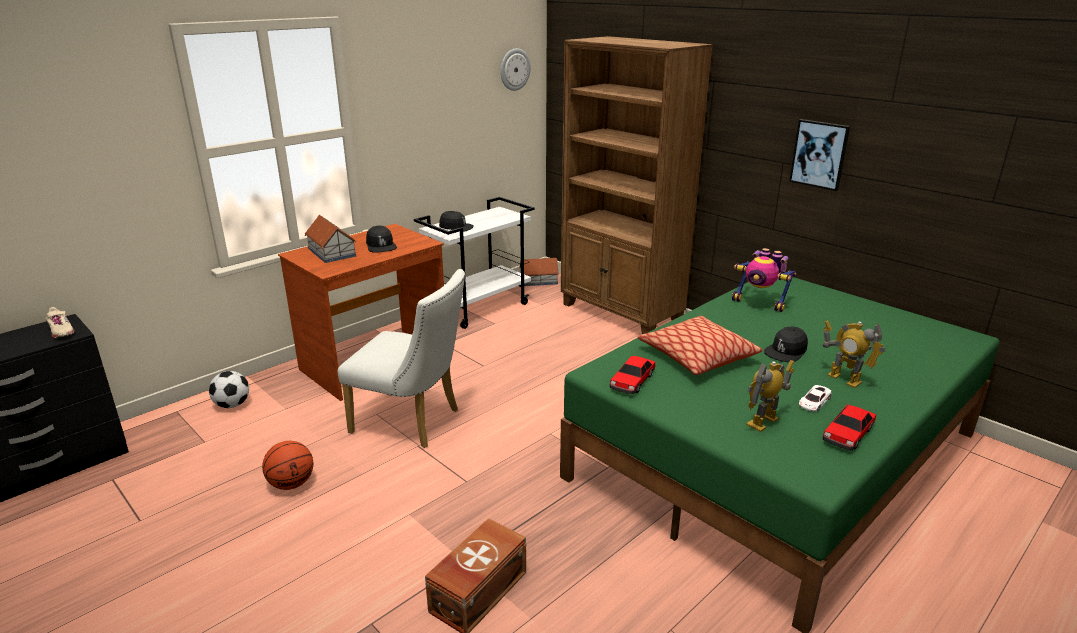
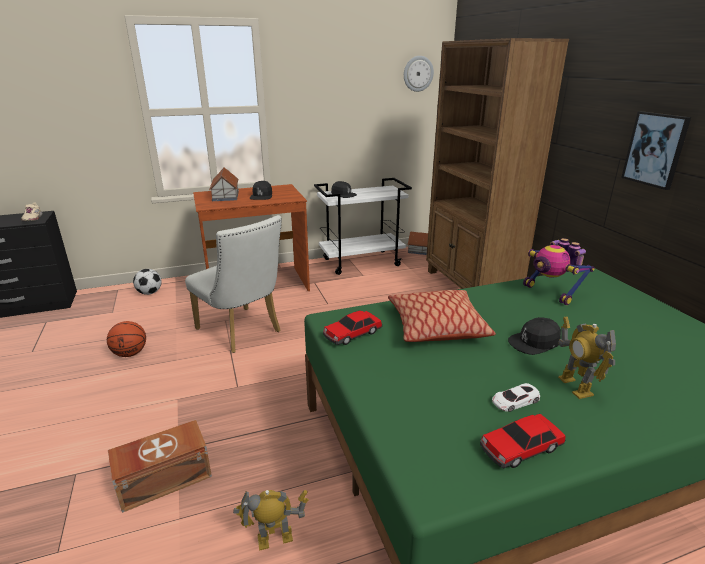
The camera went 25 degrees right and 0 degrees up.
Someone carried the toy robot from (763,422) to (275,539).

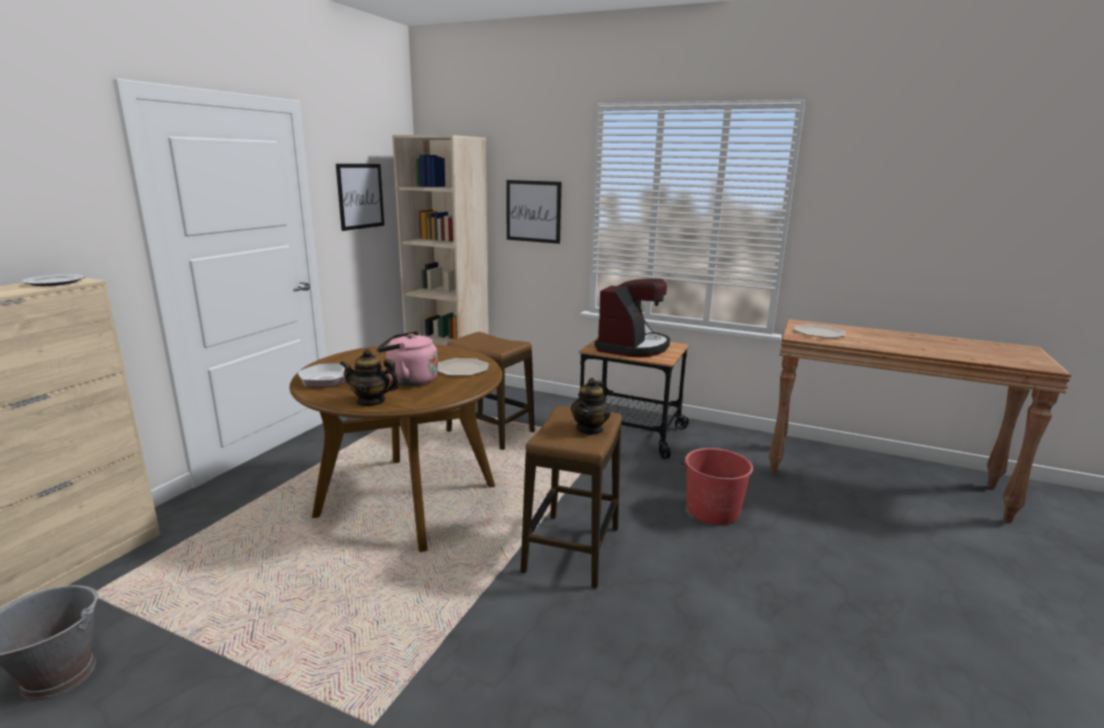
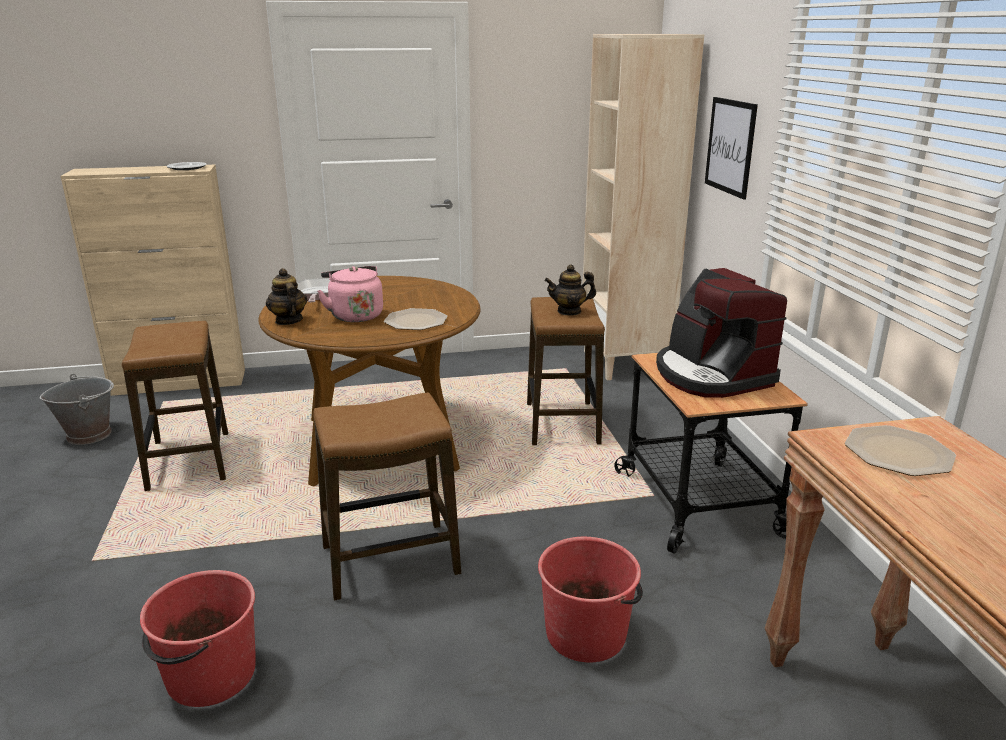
The camera went 55 degrees right and 5 degrees up.
Someone took away the picture at (360,196).
Someone carried the teapot from (590,429) to (569,311).
Someone rotated the coffee machine at (633,347) by 75 degrees clockwise.
Someone put down the stool at (189,460).
Someone put down the bucket/red at (210,675).

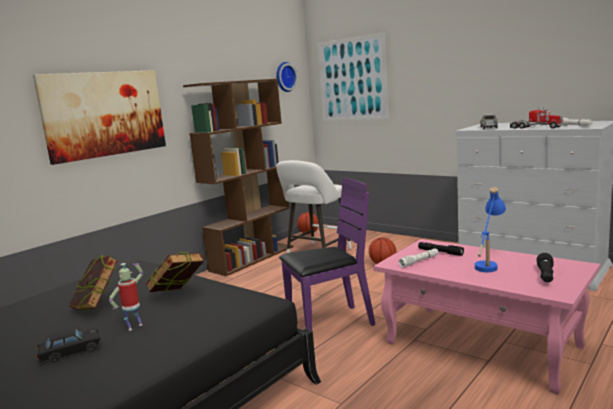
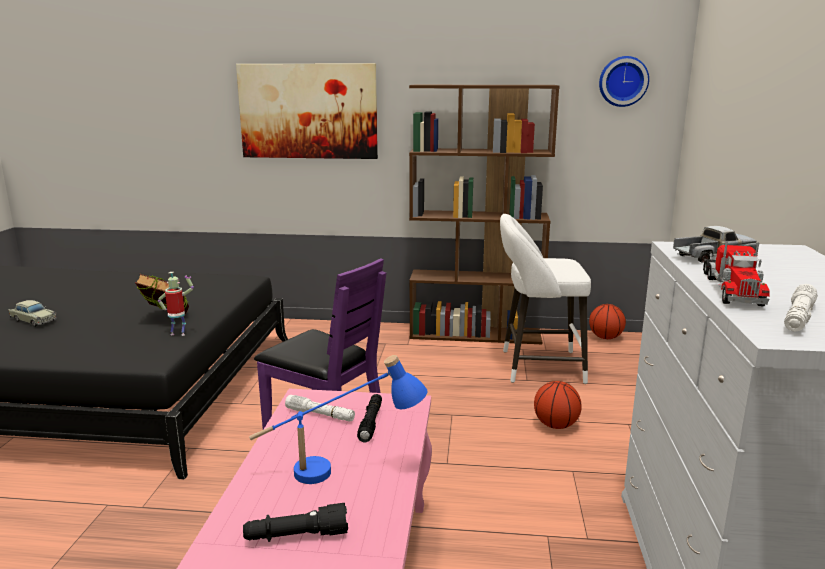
The camera went 55 degrees right and 5 degrees up.
Someone repainted the toy car/black at (70,352), which became the toy car/beige at (33,320).
Someone took away the book at (98,306).
Someone carried the toy robot from (134,326) to (179,334).
Someone took away the picture at (352,79).

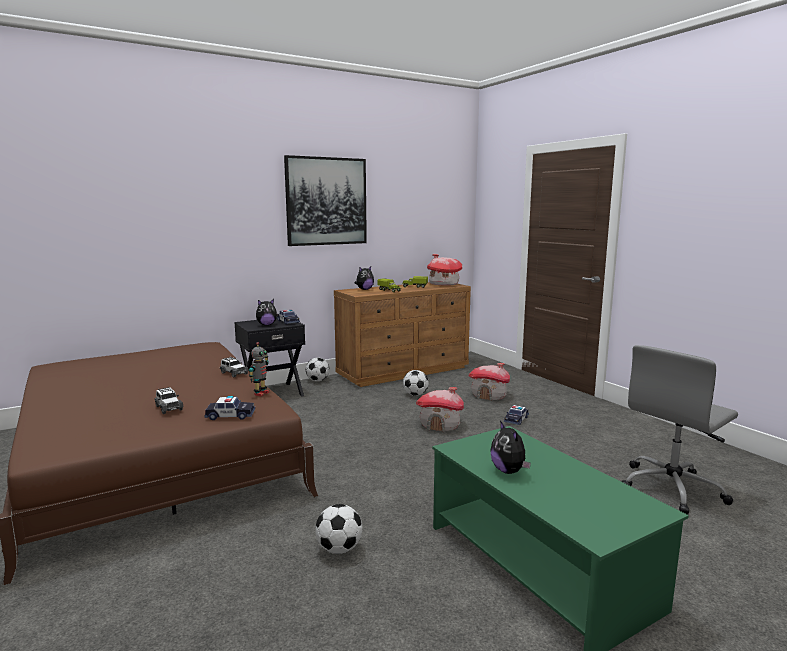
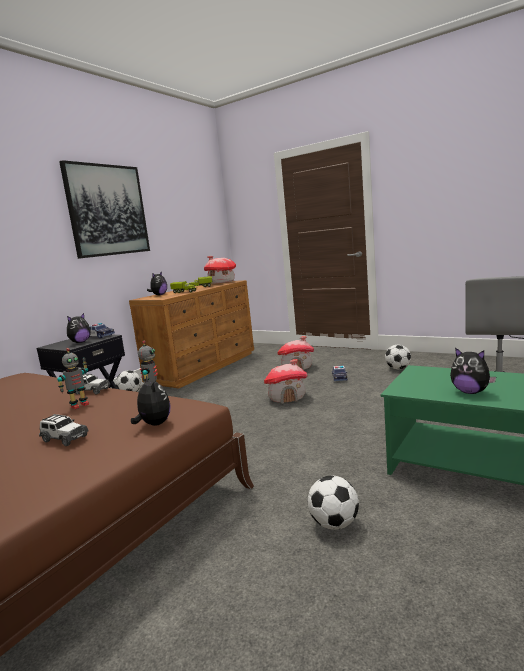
The camera went 25 degrees left and 0 degrees up.
Someone swapped the toy car at (230,415) for the plush toy at (154,424).
Someone carried the football from (415,395) to (398,368).
Someone put down the toy robot at (79,405).

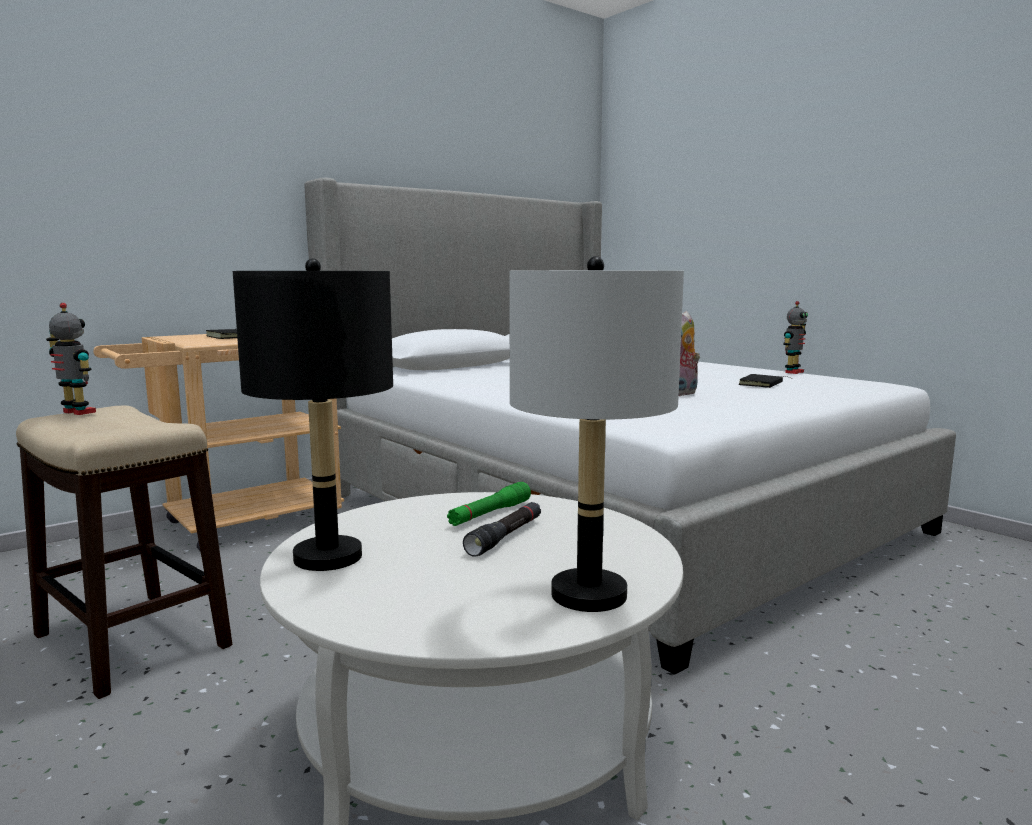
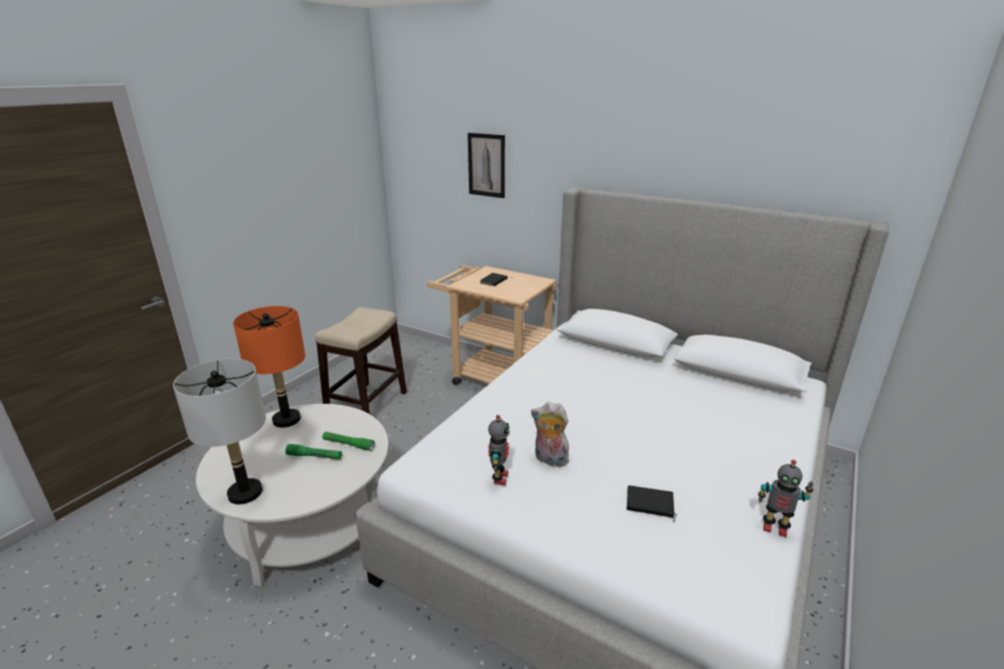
The camera went 70 degrees right and 15 degrees up.
Someone carried the toy robot from (76,412) to (499,478).
Someone repainted the table lamp/black at (327,558), which became the table lamp/orange at (286,419).
Someone repainted the flashlight/black at (505,537), which became the flashlight/green at (315,456).
Someone put up the picture at (486,165).

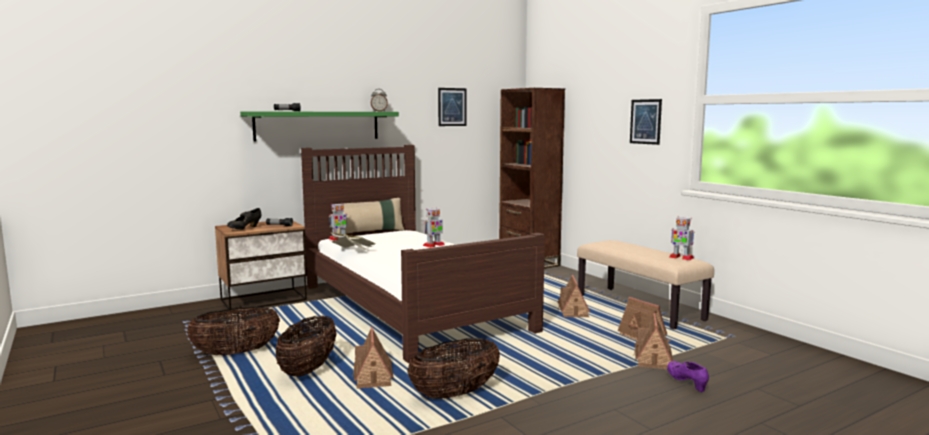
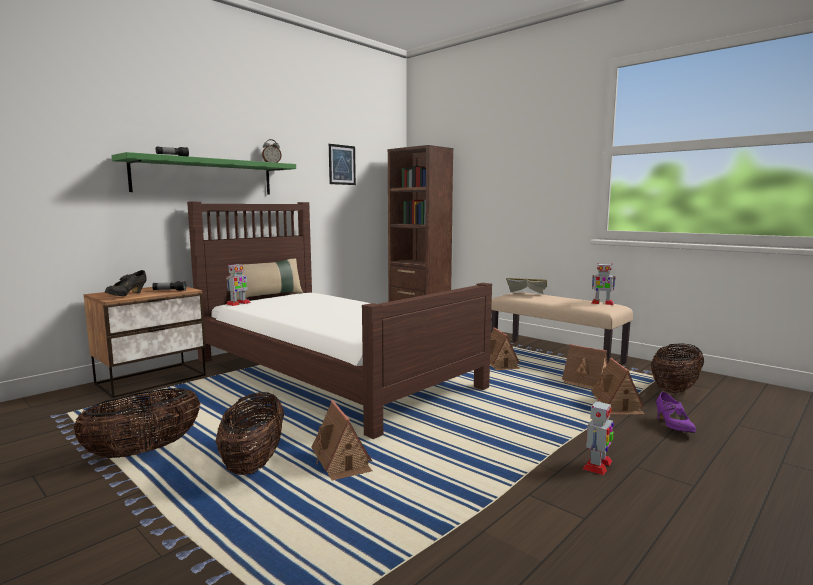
The camera went 15 degrees left and 0 degrees up.
Someone carried the book from (352,251) to (526,294).
Someone carried the basket from (455,394) to (675,389).
Someone carried the toy robot from (433,245) to (597,465).
Someone took away the picture at (645,121).
Someone rotated the shoe/purple at (687,383) by 150 degrees counterclockwise.

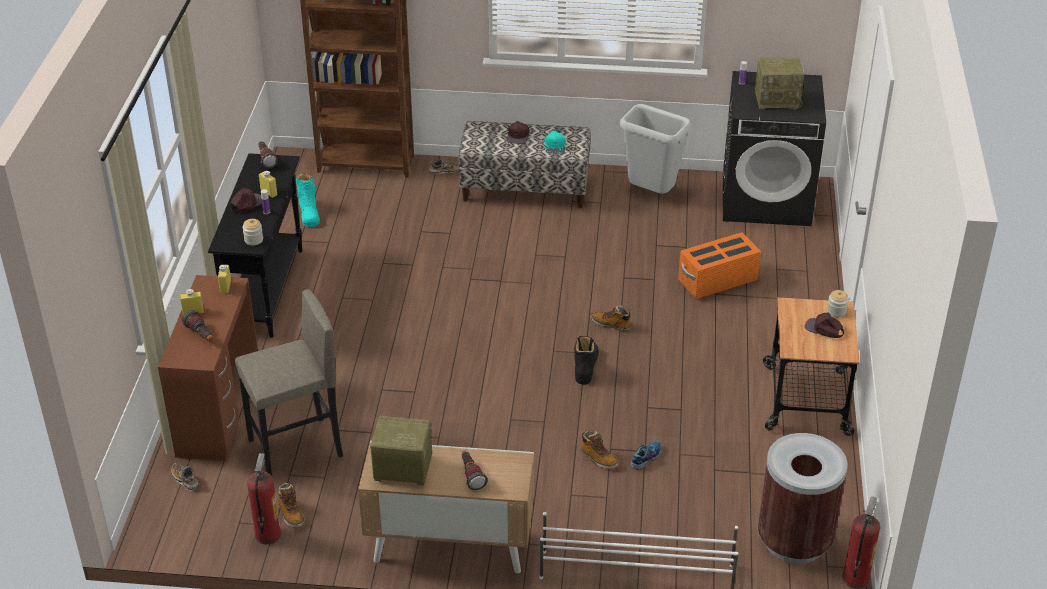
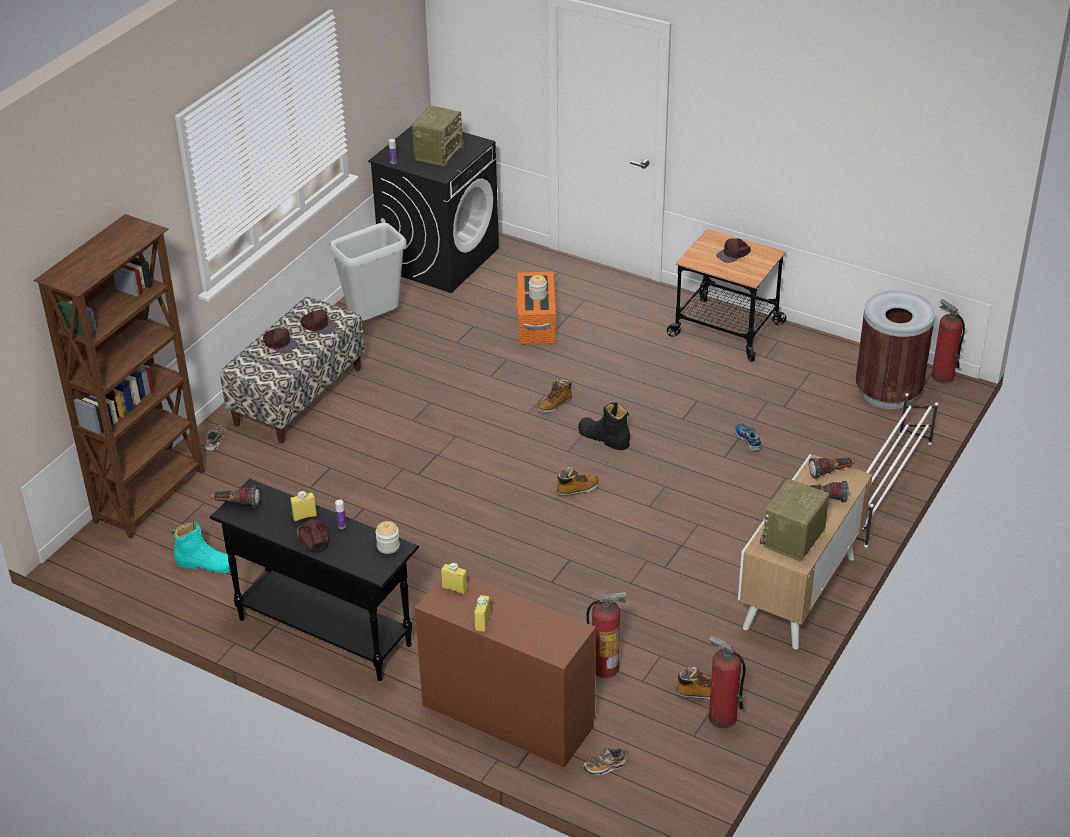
The camera went 65 degrees left and 0 degrees up.
Someone carried the flashlight from (201,335) to (831,473).
Someone swapped the stool/grey at (296,448) for the fire extinguisher at (605,667).
Someone repainted the cap/turquoise at (555,145), which became the cap/brown at (318,325).
Someone carried the boot from (598,458) to (577,489).
Someone carried the jar from (836,311) to (537,295).

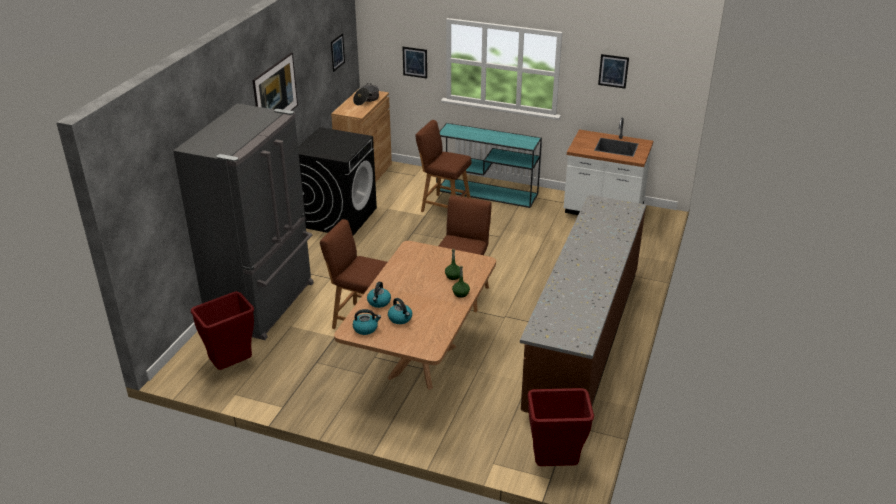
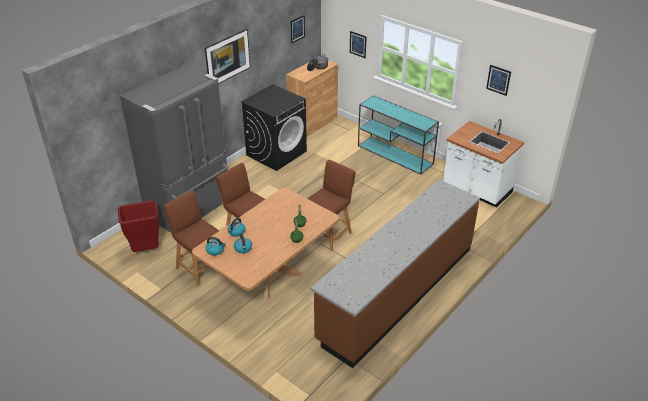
The camera went 20 degrees right and 5 degrees up.
Someone carried the stool/brown from (443,206) to (199,267).
Someone took away the trash can/red at (554,466).

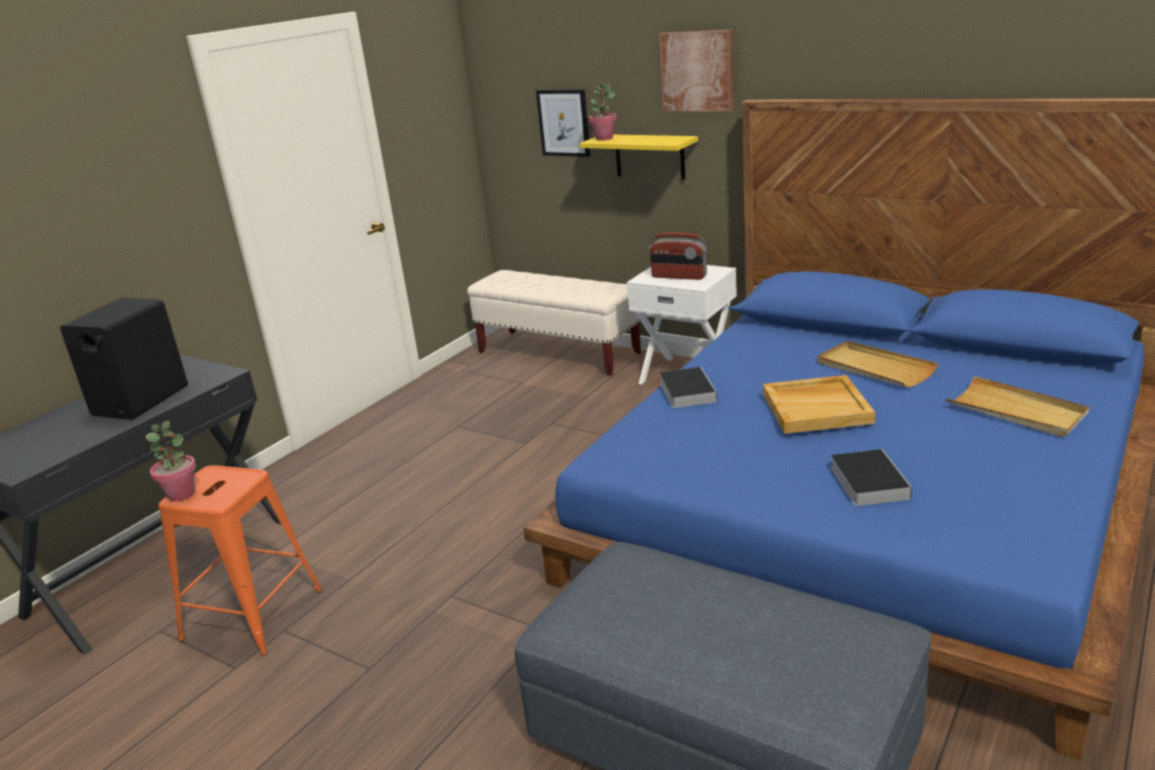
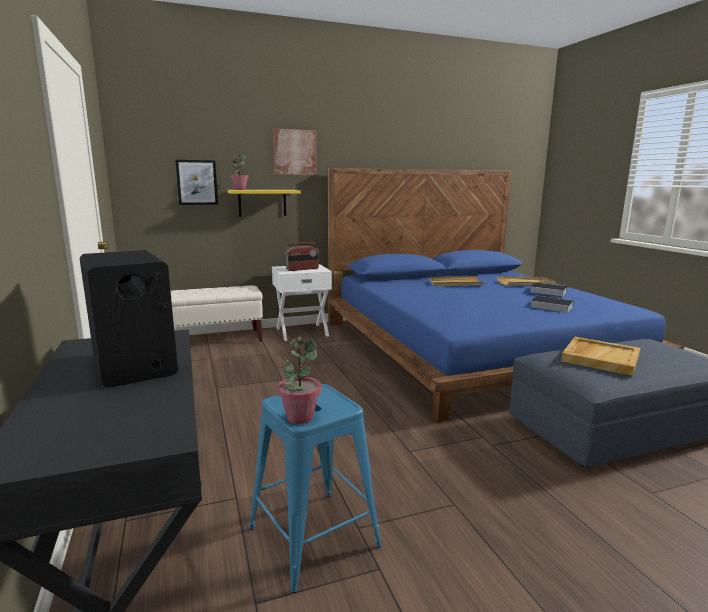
The camera went 55 degrees left and 10 degrees down.
Someone repainted the stool/orange at (252,614), which became the stool/blue at (312,537).
Someone carried the book from (686,391) to (546,291).
Someone carried the tray/beige from (817,408) to (600,358).

